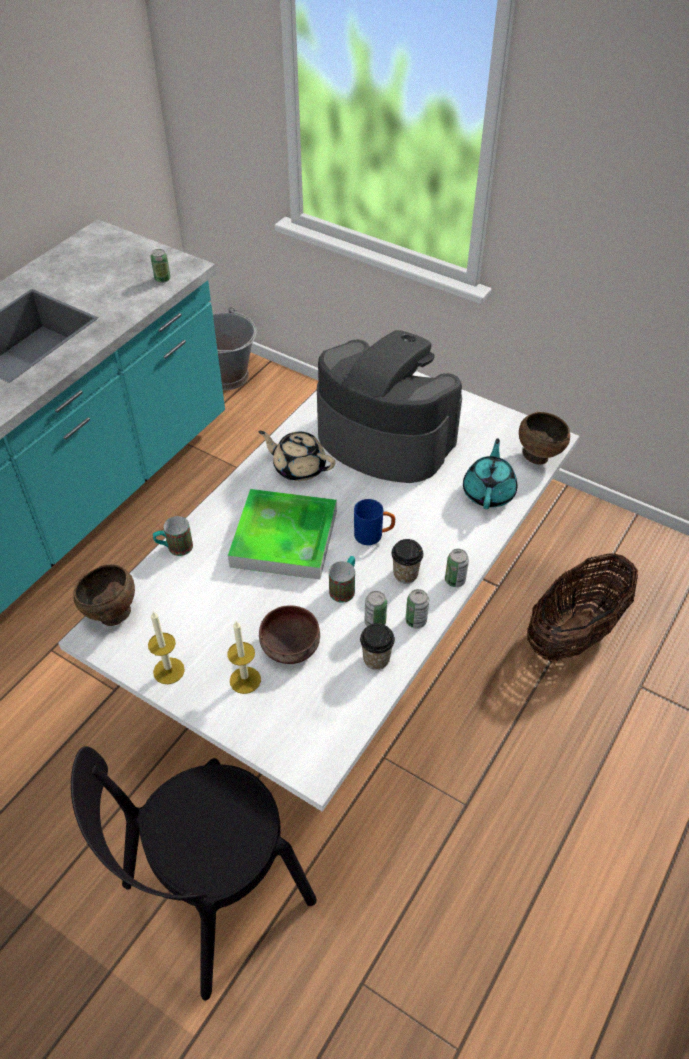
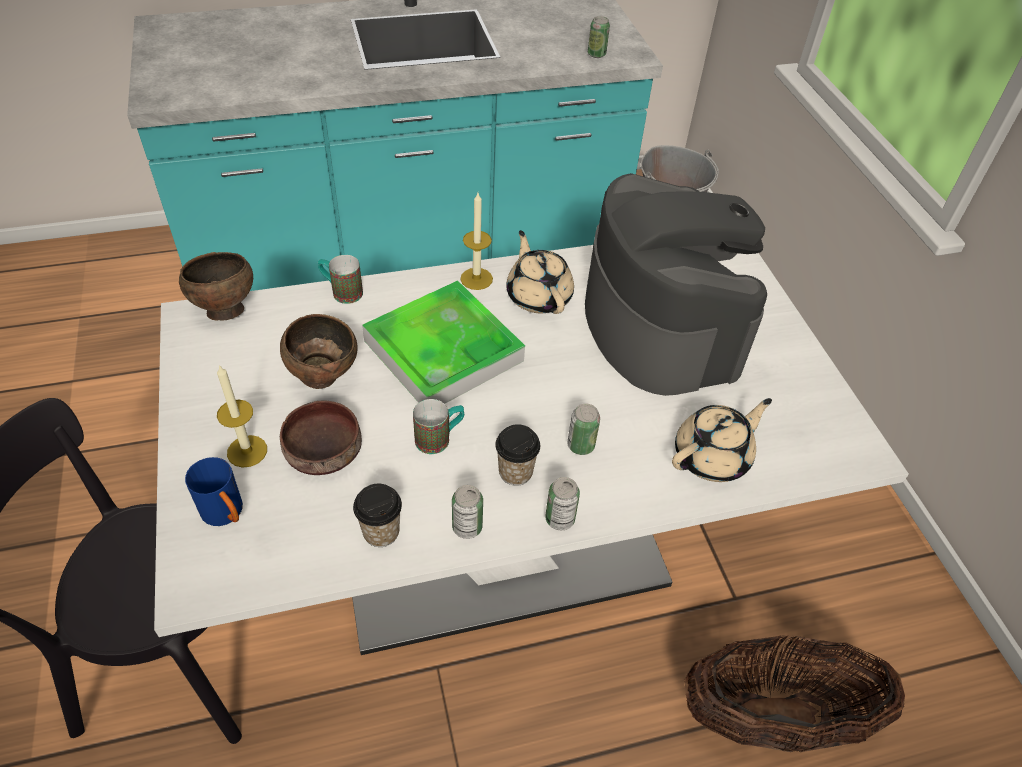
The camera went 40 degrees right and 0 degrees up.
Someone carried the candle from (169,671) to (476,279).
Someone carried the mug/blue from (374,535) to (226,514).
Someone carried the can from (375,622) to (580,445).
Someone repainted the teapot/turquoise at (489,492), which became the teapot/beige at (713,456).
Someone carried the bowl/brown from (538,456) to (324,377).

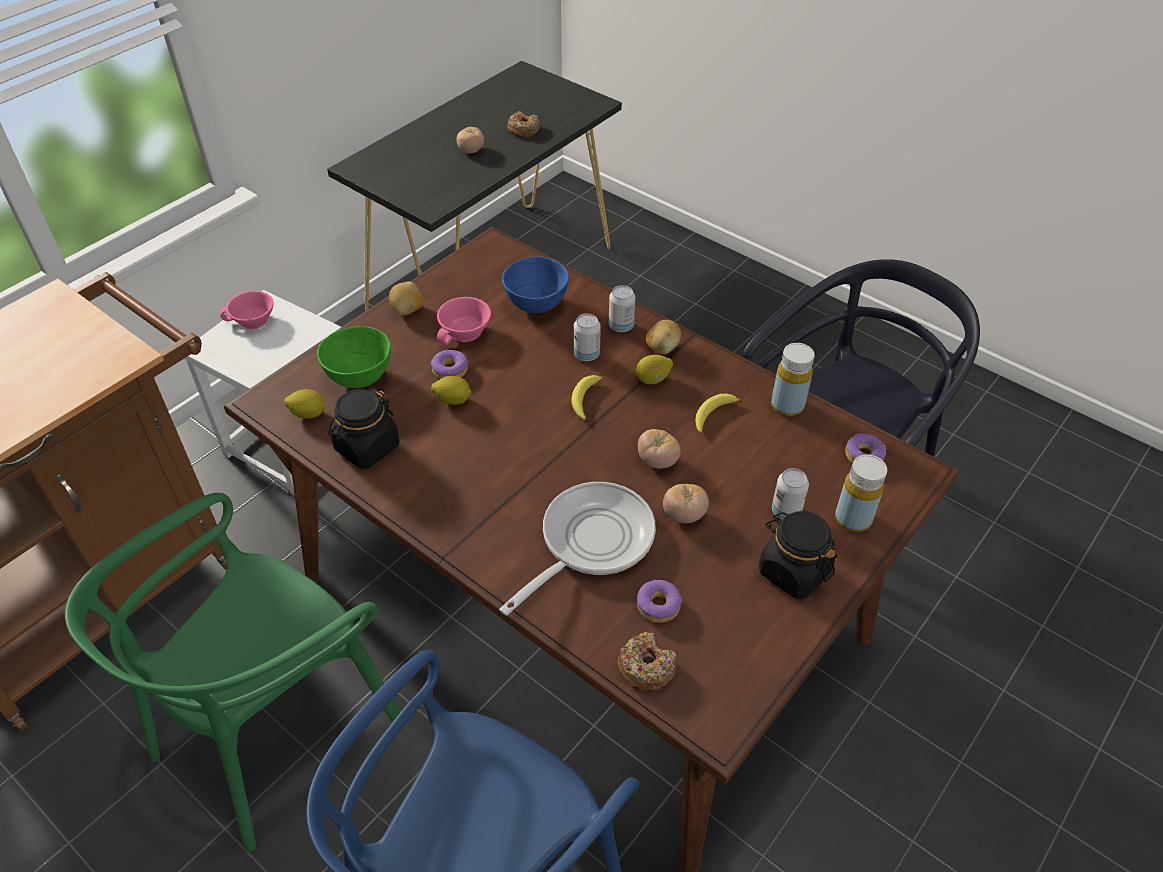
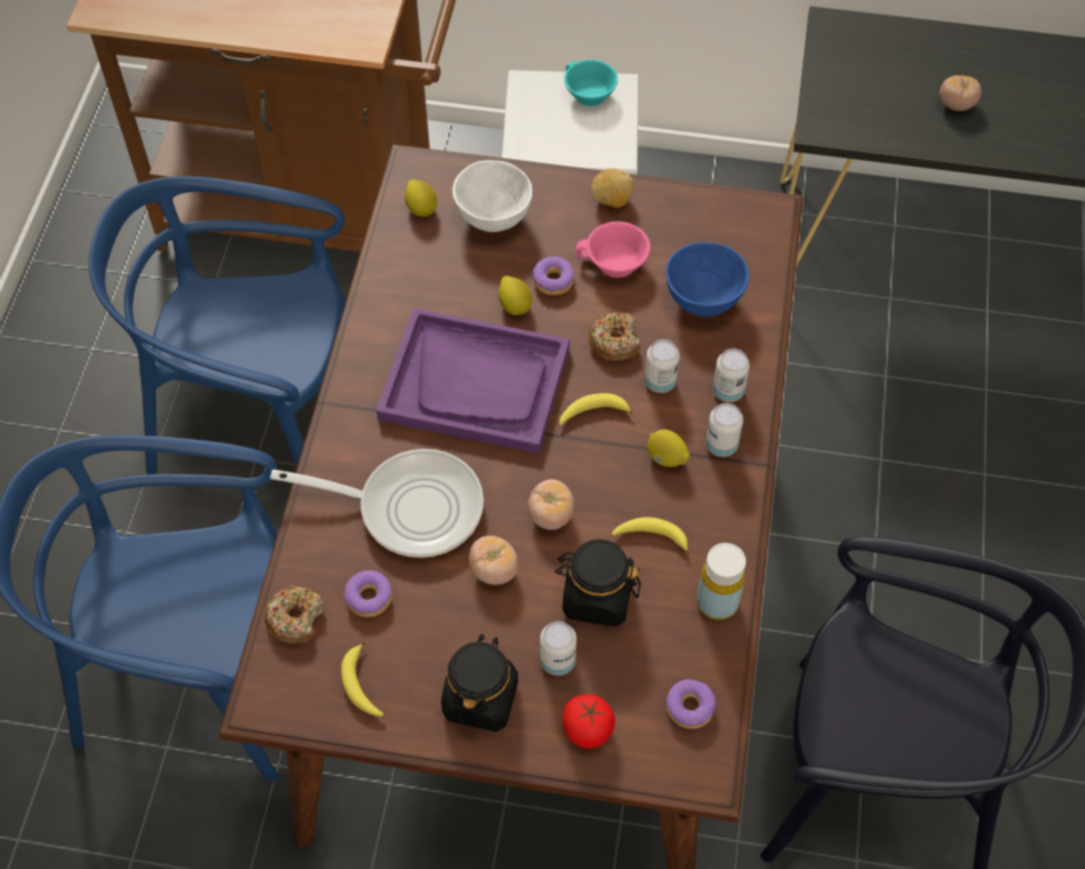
The camera went 60 degrees right and 10 degrees up.
Someone repainted the chair/green at (275,730), which became the chair/blue at (260,422).
Someone repainted the cup/pink at (252,321), which became the cup/turquoise at (587,95).
Someone repainted the bowl/green at (359,377), which became the bowl/white at (492,217).
Someone carried the jar/black from (367,447) to (596,597).
Someone carried the donut from (523,130) to (614,342).
Someone swapped the potato at (662,348) for the can at (721,445).
Someone swapped the bottle/yellow at (853,518) for the tomato at (588,729).
Someone put down the banana at (361,685).
Someone put down the tray/purple at (475,383).

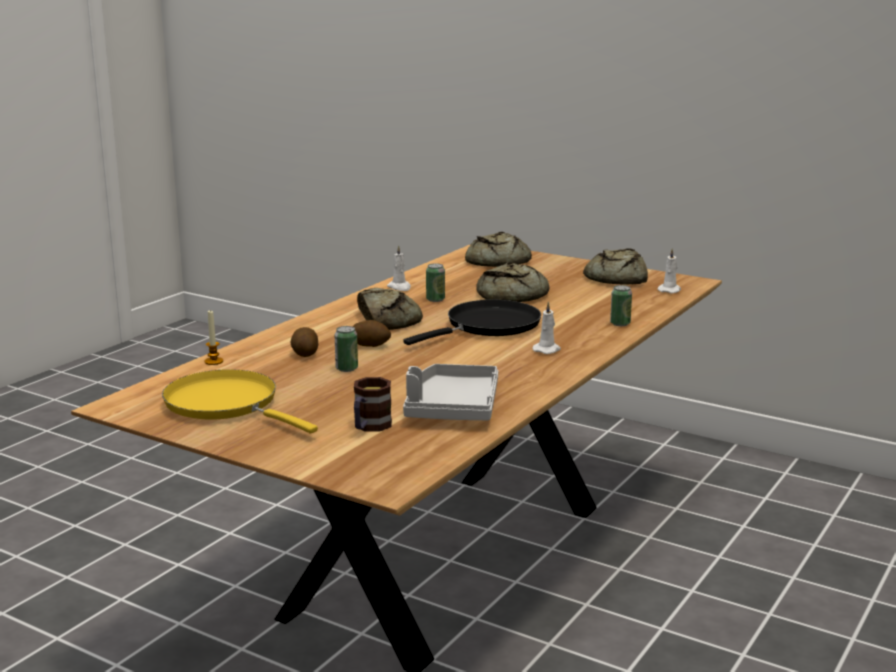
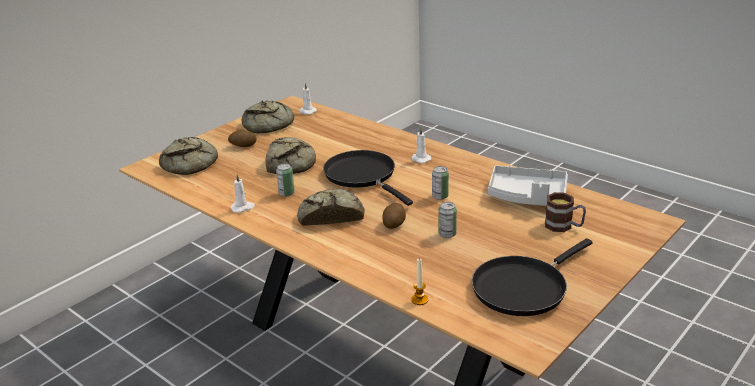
The camera went 80 degrees left and 10 degrees up.
Someone repainted the frying pan/yellow at (227,404), which became the frying pan/black at (523,287).
Someone carried the potato from (305,353) to (243,146).
Someone carried the can from (620,324) to (440,196).

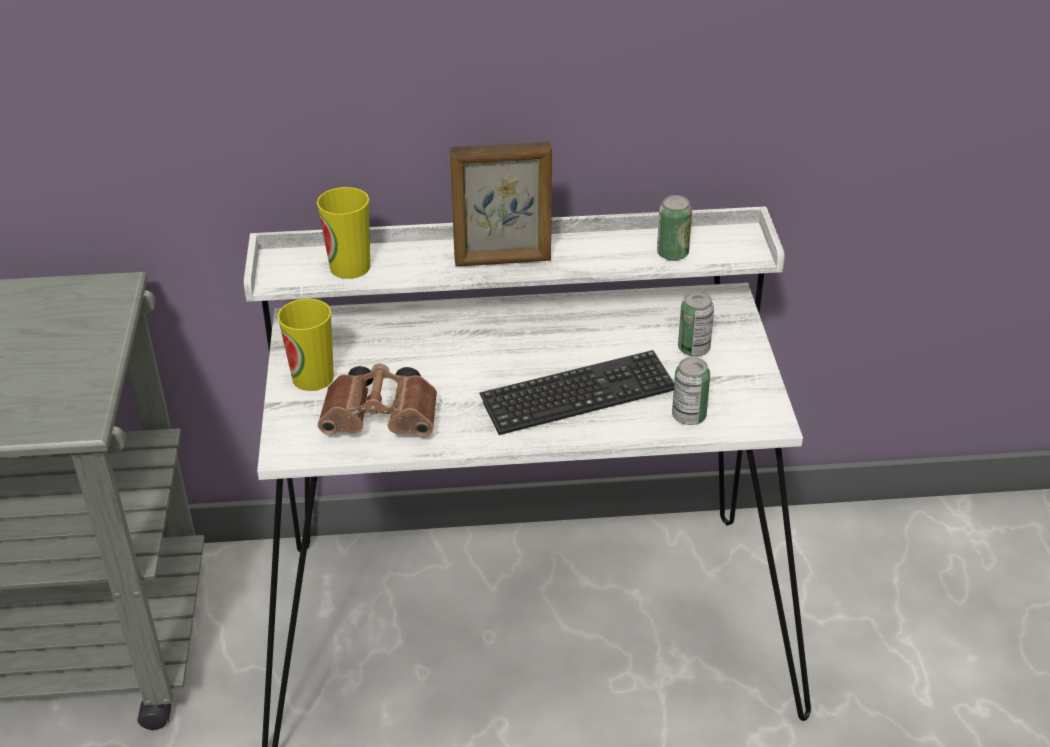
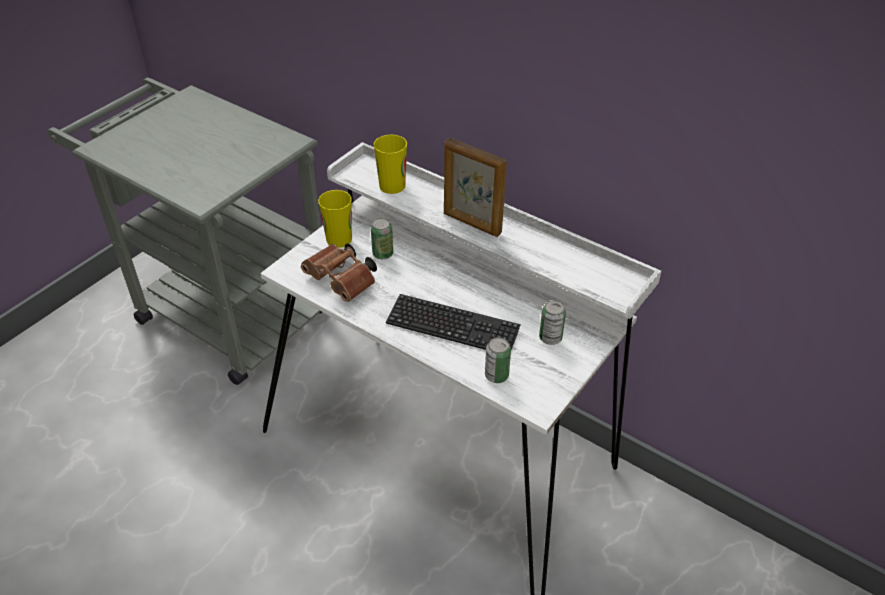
The camera went 40 degrees right and 5 degrees up.
Someone carried the can from (672,254) to (383,254).

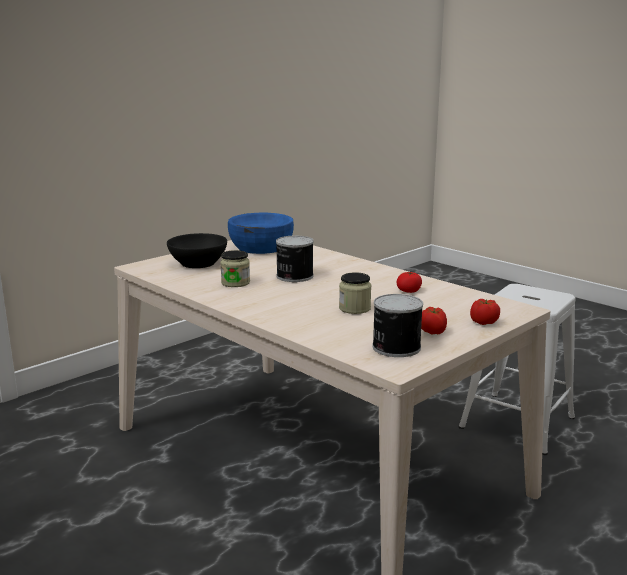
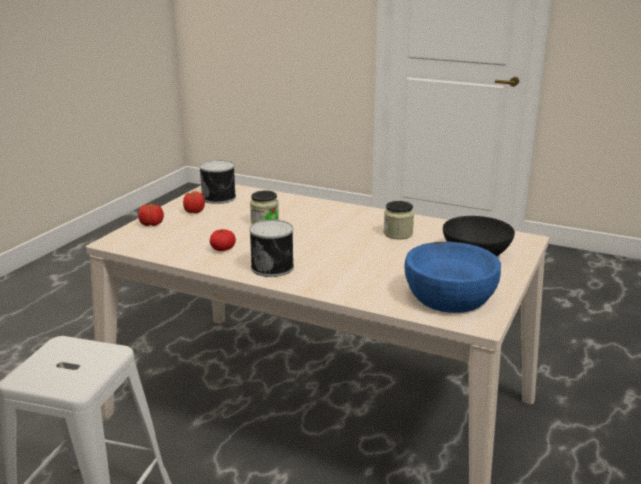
The camera went 160 degrees right and 5 degrees up.
Someone carried the can from (294,276) to (273,267).

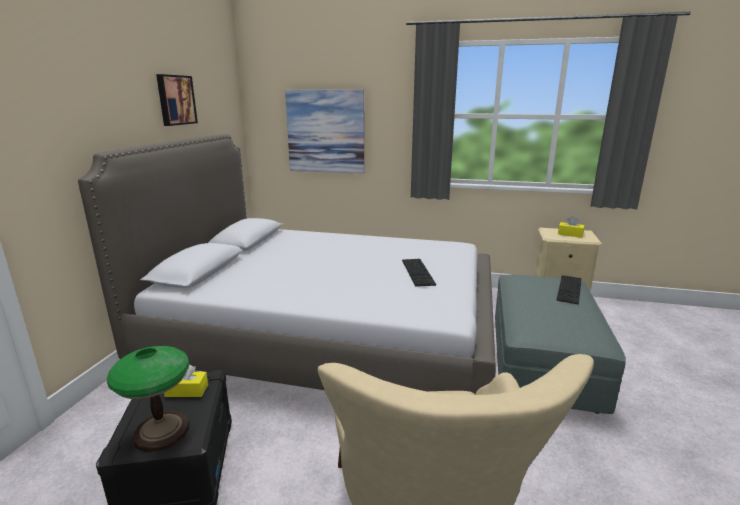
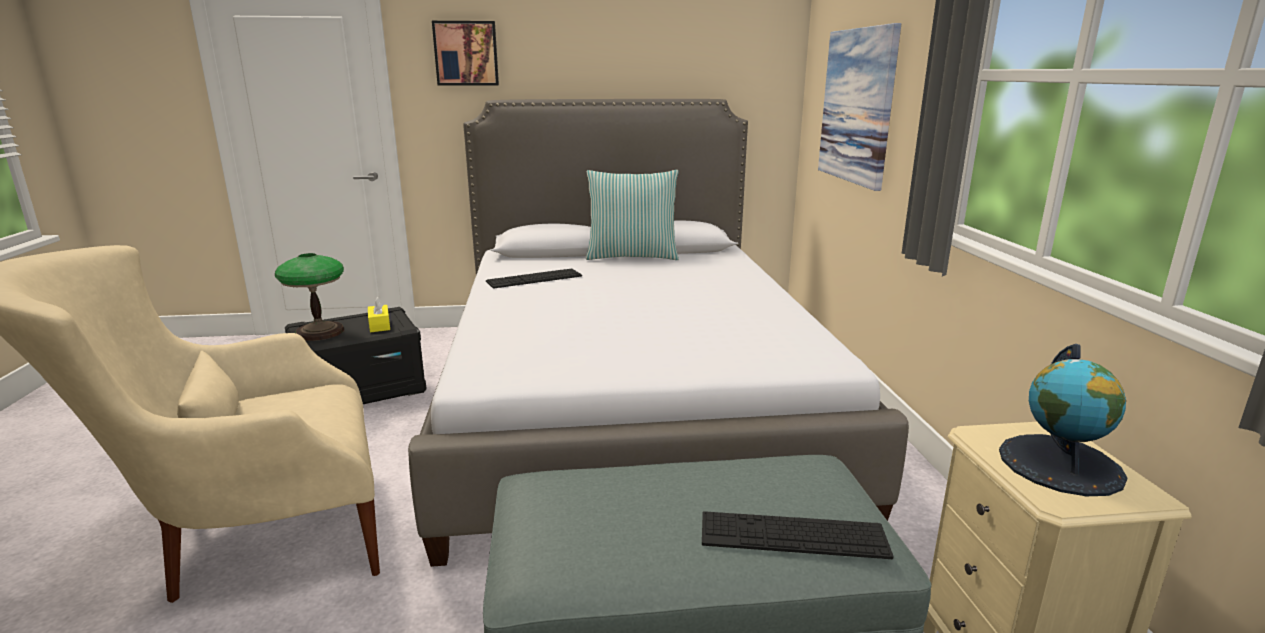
The camera went 70 degrees right and 0 degrees up.
Someone carried the picture from (175,100) to (466,53).
Someone carried the keyboard from (417,272) to (534,278).
Someone swapped the tissue box/yellow at (570,234) for the globe at (1061,464).
Someone put down the pillow at (632,256).

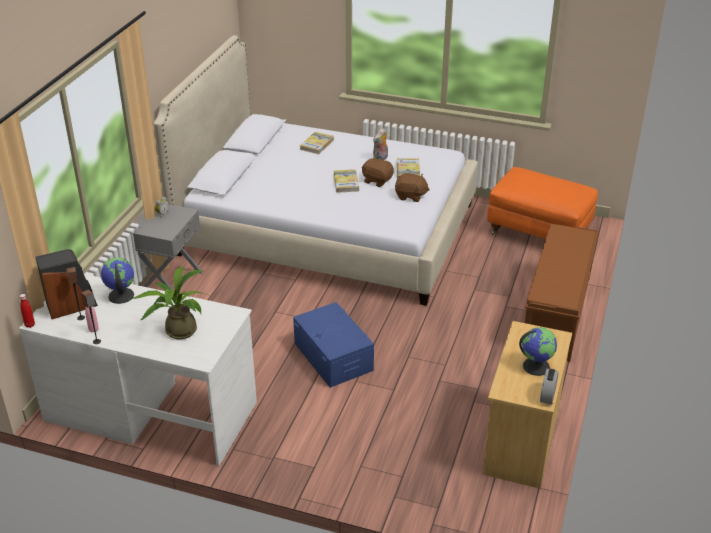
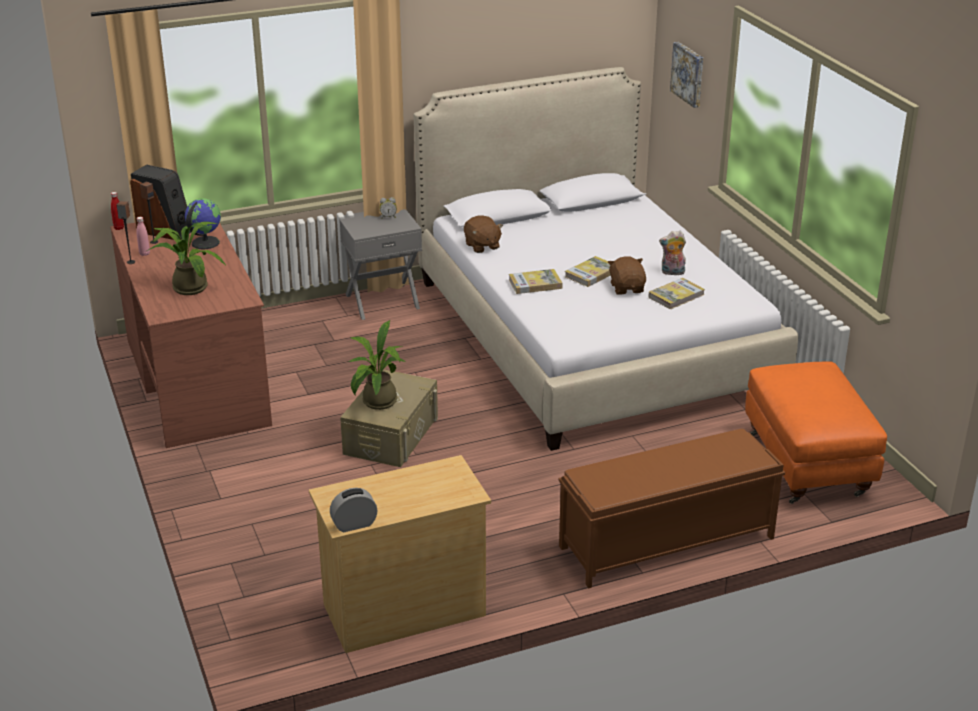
The camera went 50 degrees right and 5 degrees down.
Someone repainted the desk/white at (151,410), which became the desk/brown at (197,380).
Someone repainted the storage box/blue at (333,356), which became the storage box/beige at (391,435).
Someone carried the book from (317,144) to (535,284).
Someone carried the plush toy/brown from (410,196) to (482,246).
Someone took away the globe at (536,366).
Someone put down the potted plant at (376,403).
Someone put up the picture at (689,74).

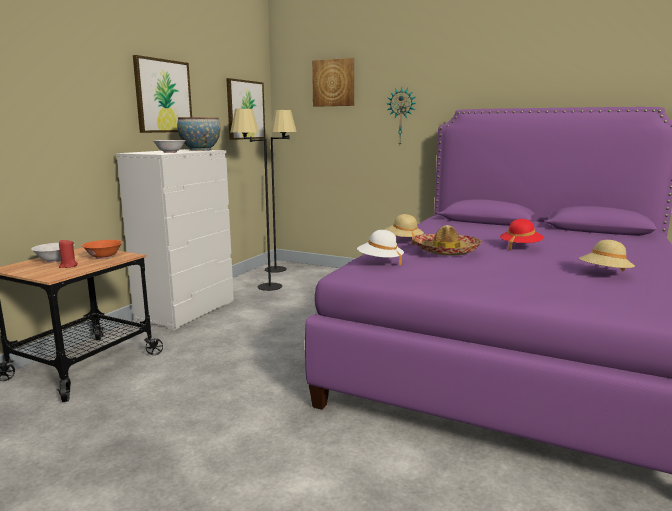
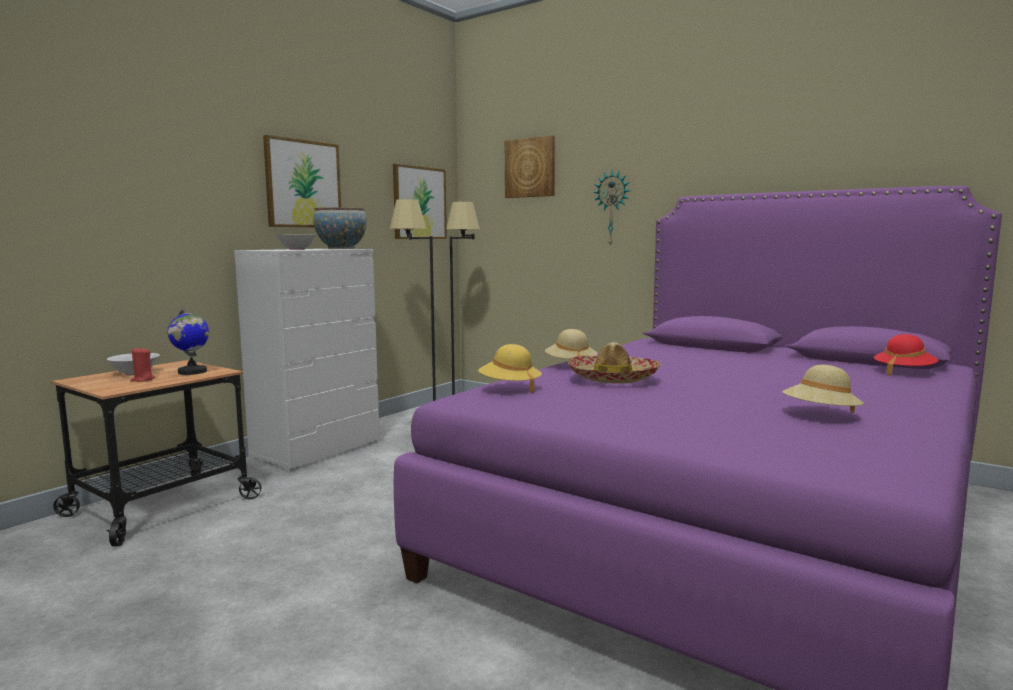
The camera went 10 degrees right and 5 degrees down.
Someone swapped the bowl/orange at (104,257) for the globe at (192,372).
Someone repainted the hat/white at (380,262), which became the hat/yellow at (509,387).
Someone carried the hat/red from (520,247) to (903,372).

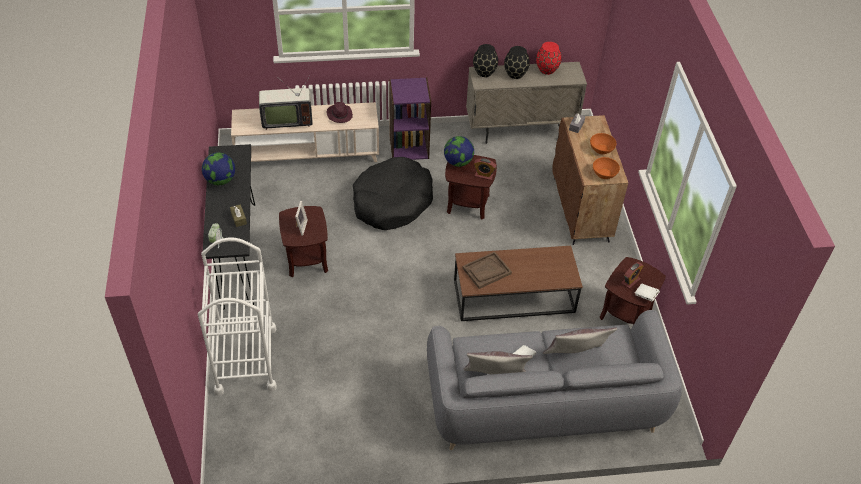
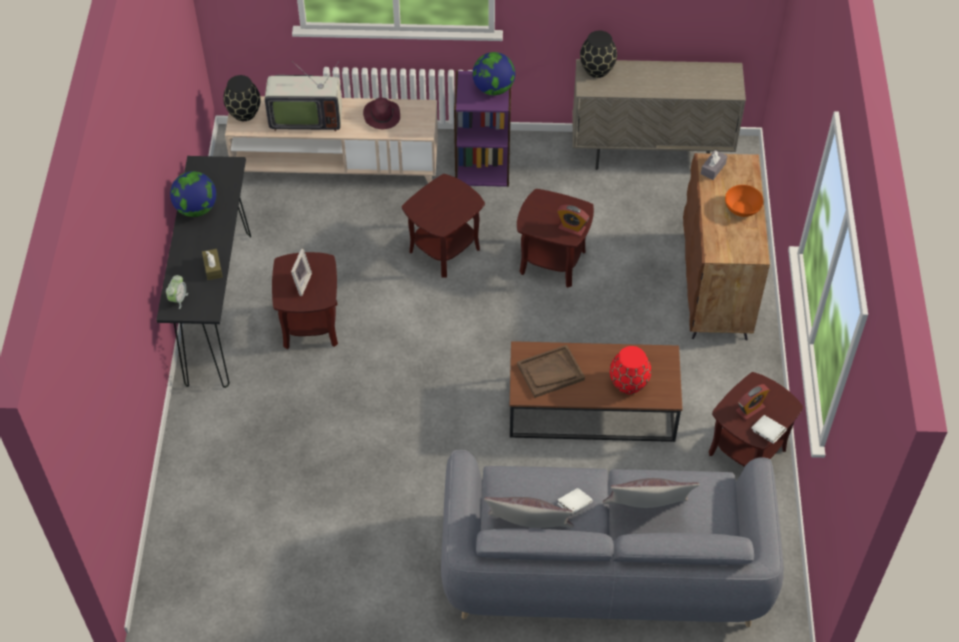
The camera went 10 degrees right and 5 degrees up.
Someone took away the cart/white at (246,360).
Someone swapped the dog bed/black at (392,202) for the side table/brown at (444,249).
Someone carried the globe from (458,162) to (493,88).
Someone carried the vase/black from (515,74) to (244,113).
Someone carried the vase/red from (547,70) to (628,384).
Someone took away the bowl/orange at (604,174).

